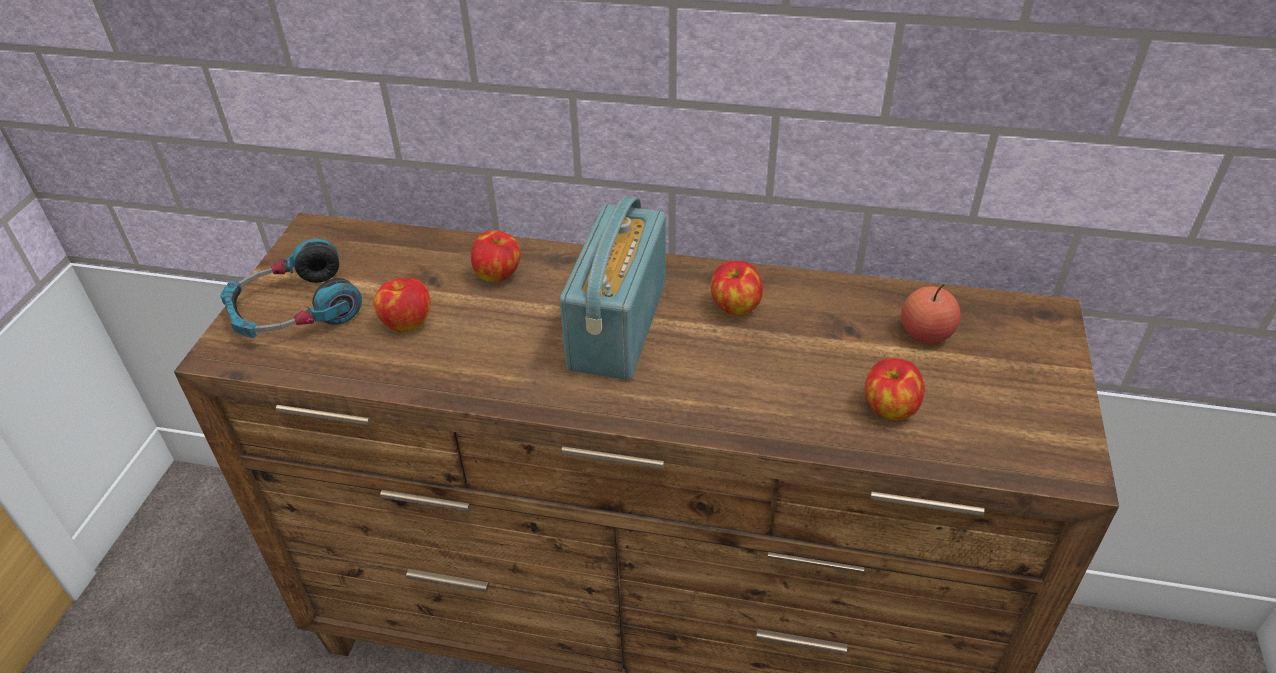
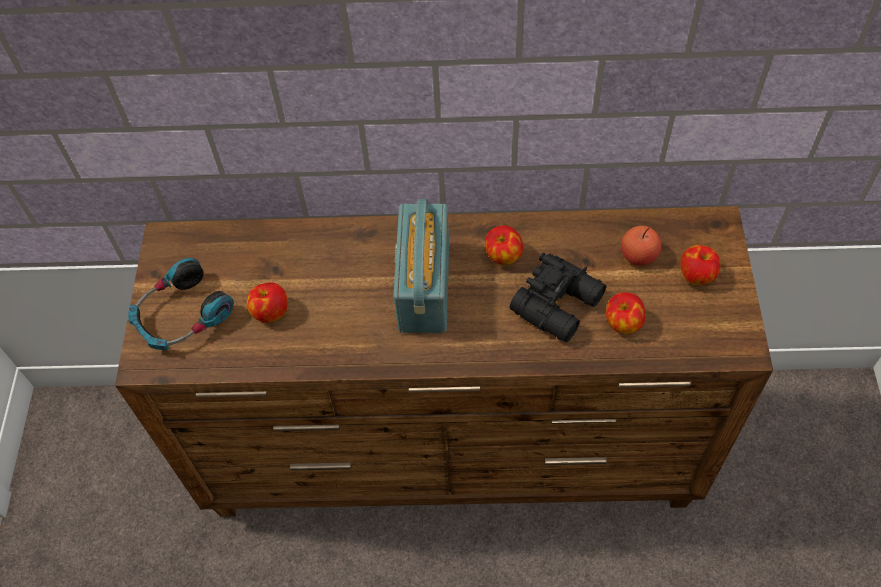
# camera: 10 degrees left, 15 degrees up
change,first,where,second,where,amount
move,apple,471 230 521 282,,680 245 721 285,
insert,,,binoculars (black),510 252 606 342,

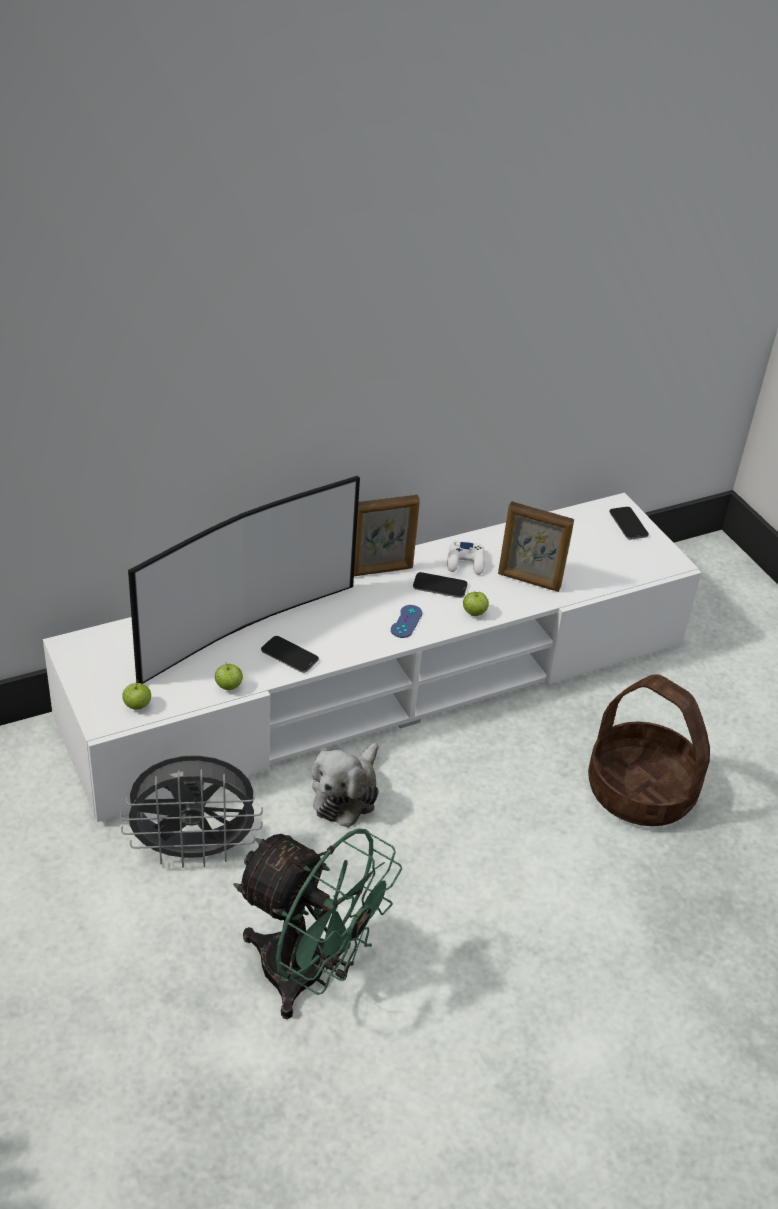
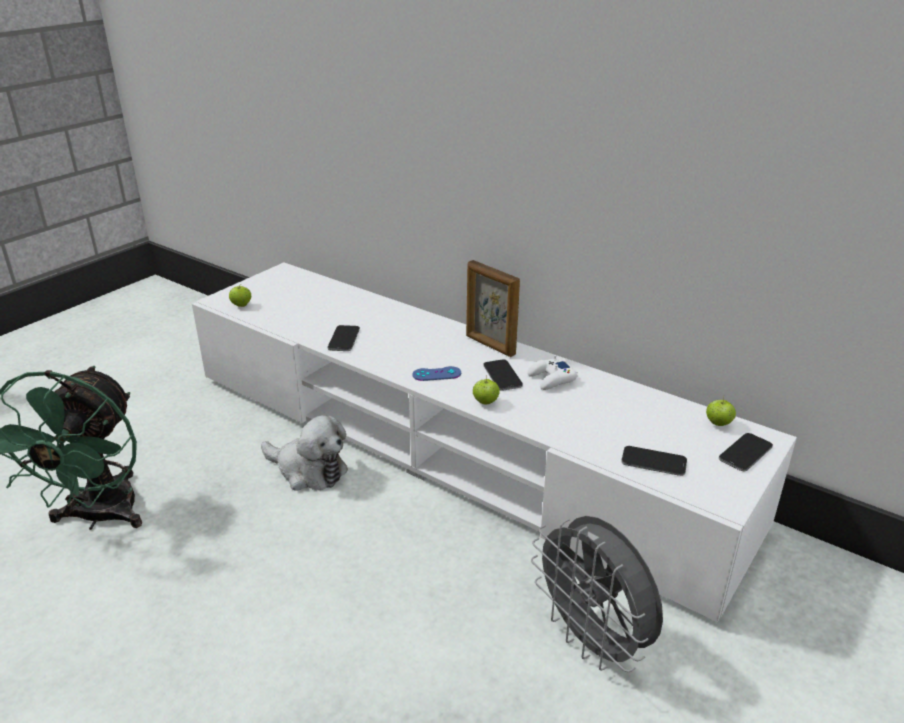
# camera: 65 degrees right, 10 degrees down
change,first,where,second,where,amount
move,fan (grey),120 755 263 868,,531 516 663 672,
delete,television,128 476 360 684,,,
move,apple,215 662 243 690,,706 397 736 426,
rotate,plush toy,312 743 379 828,,261 415 348 491,150 degrees counterclockwise
delete,picture frame,498 501 574 592,,,
delete,basket,588 674 710 826,,,
insert,,,phone,621 446 687 476,

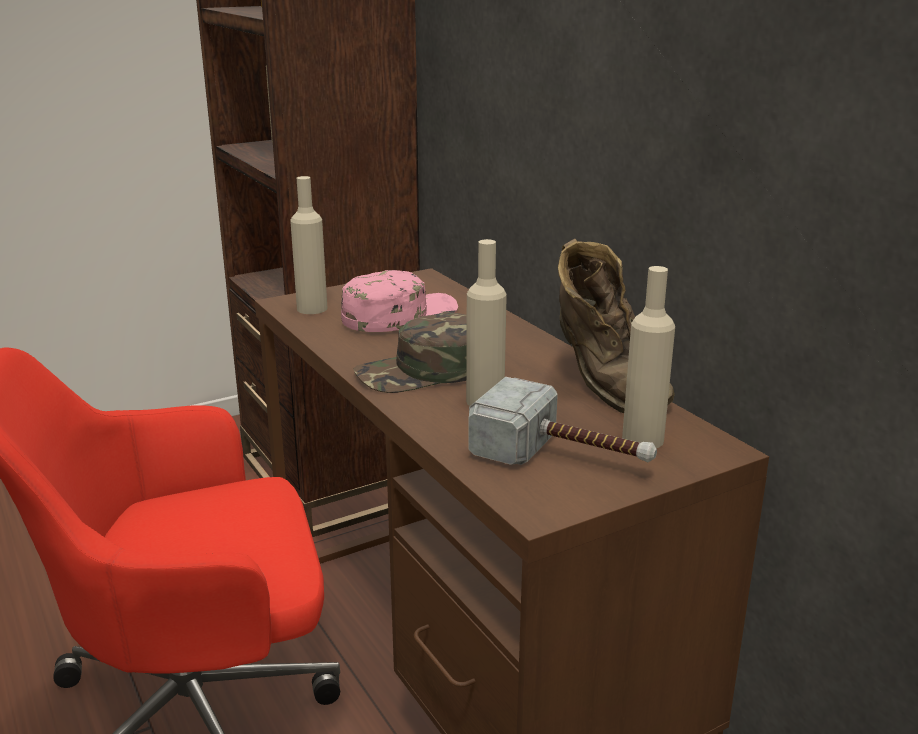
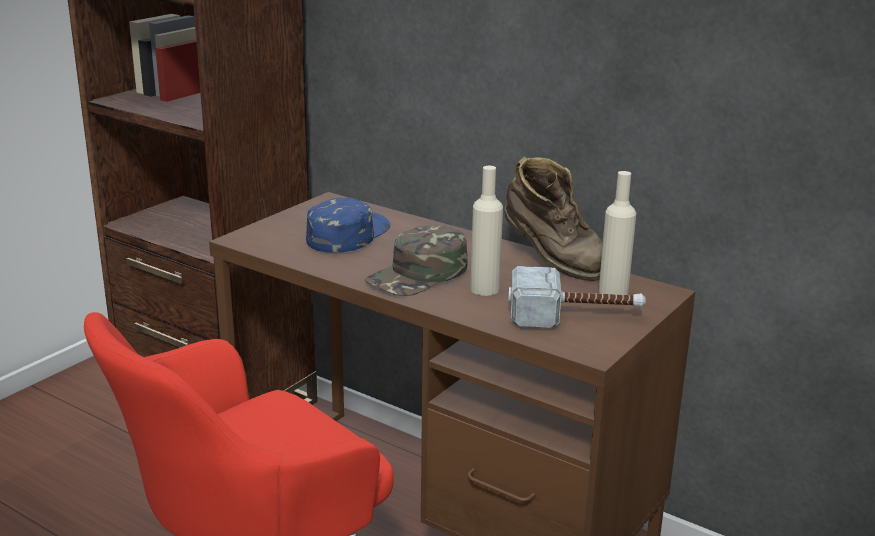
# camera: 25 degrees left, 0 degrees up
change,first,where,second,where,amount
delete,bottle (beige),290 176 327 314,,,
recolor,cap (pink),341 270 458 332,cap (blue),306 197 390 253,

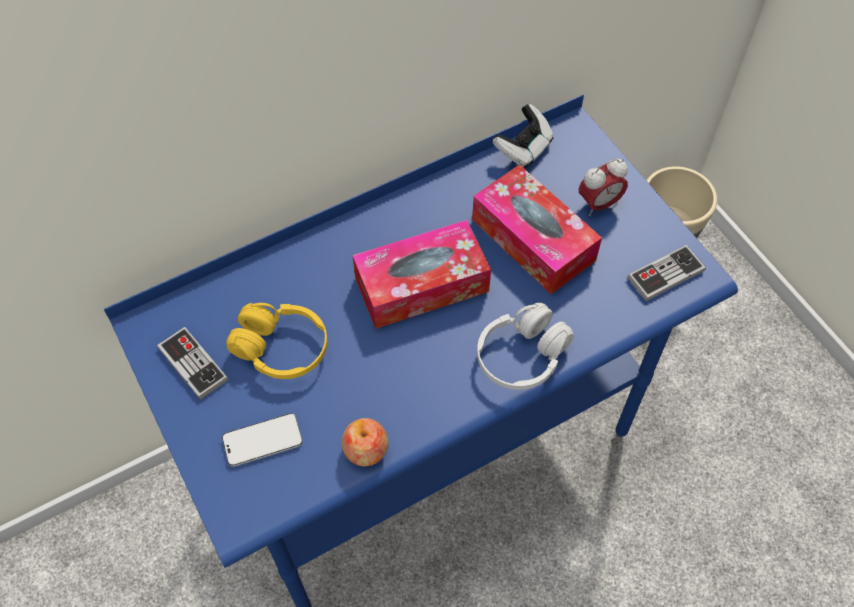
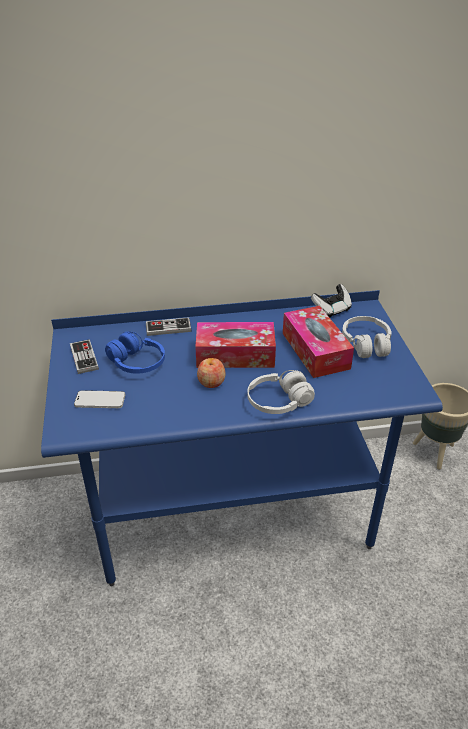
# camera: 20 degrees right, 20 degrees down
change,first,where,second,where,amount
recolor,headphones (yellow),226 303 327 379,headphones (blue),105 332 165 374,
move,apple,342 418 389 466,,197 358 226 388,
replace,alarm clock,579 158 628 216,headphones (white),342 316 392 358,
move,game controller,627 245 706 301,,146 317 191 336,

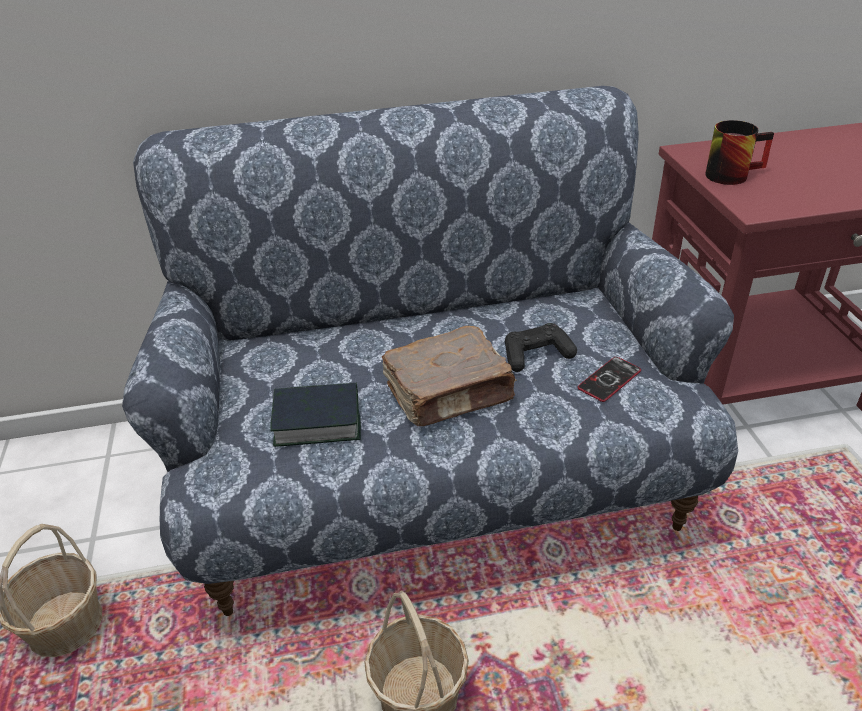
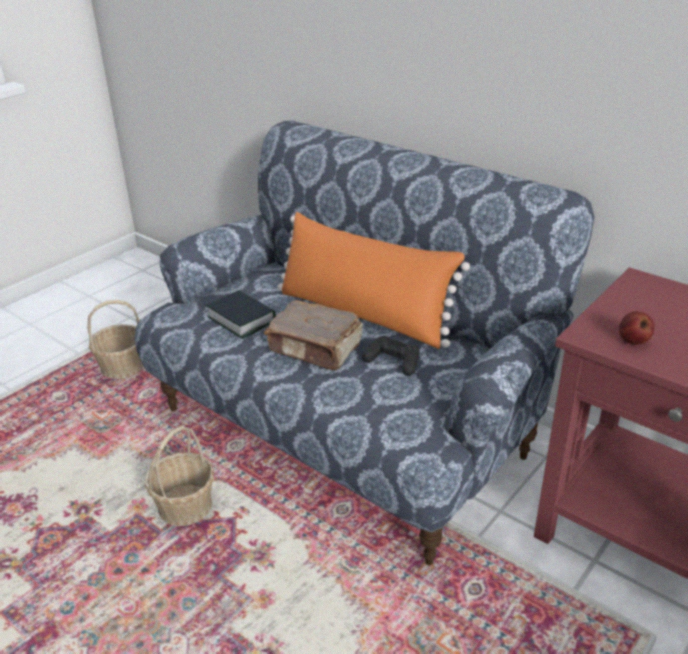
# camera: 50 degrees right, 5 degrees down
change,first,where,second,where,amount
delete,phone,578 357 641 402,,,
delete,mug,705 120 774 185,,,
insert,,,pillow (orange),278 212 470 349,
insert,,,apple,619 312 654 345,

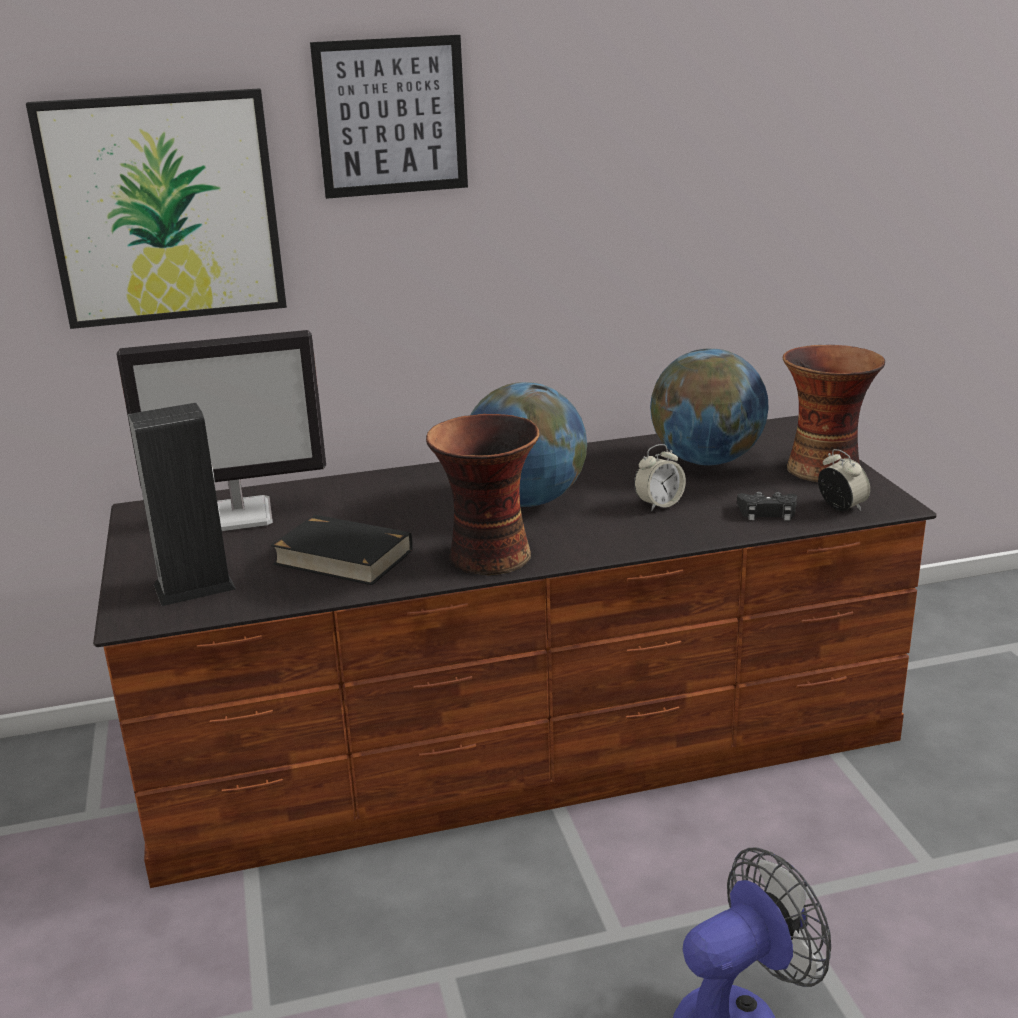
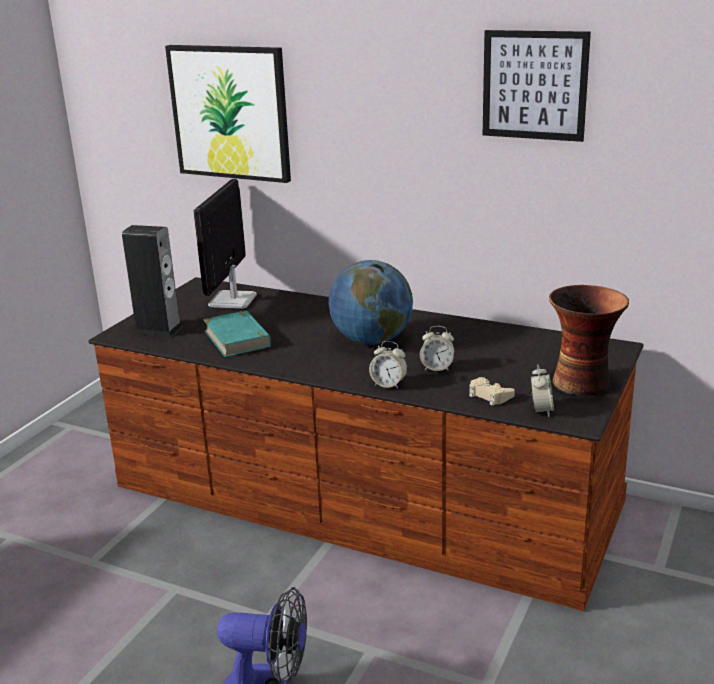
# camera: 40 degrees right, 0 degrees up
change,first,where,second,where,amount
rotate,monitor,116 330 326 531,,193 179 257 309,75 degrees clockwise
recolor,book (black),271 515 413 585,book (turquoise),203 310 271 357,
move,picture,310 35 468 199,,483 30 591 142,
delete,vase,426 414 539 575,,,
delete,globe,650 348 768 466,,,
recolor,game controller (black),737 492 797 521,game controller (beige),469 377 515 406,
insert,,,alarm clock,369 341 407 389,

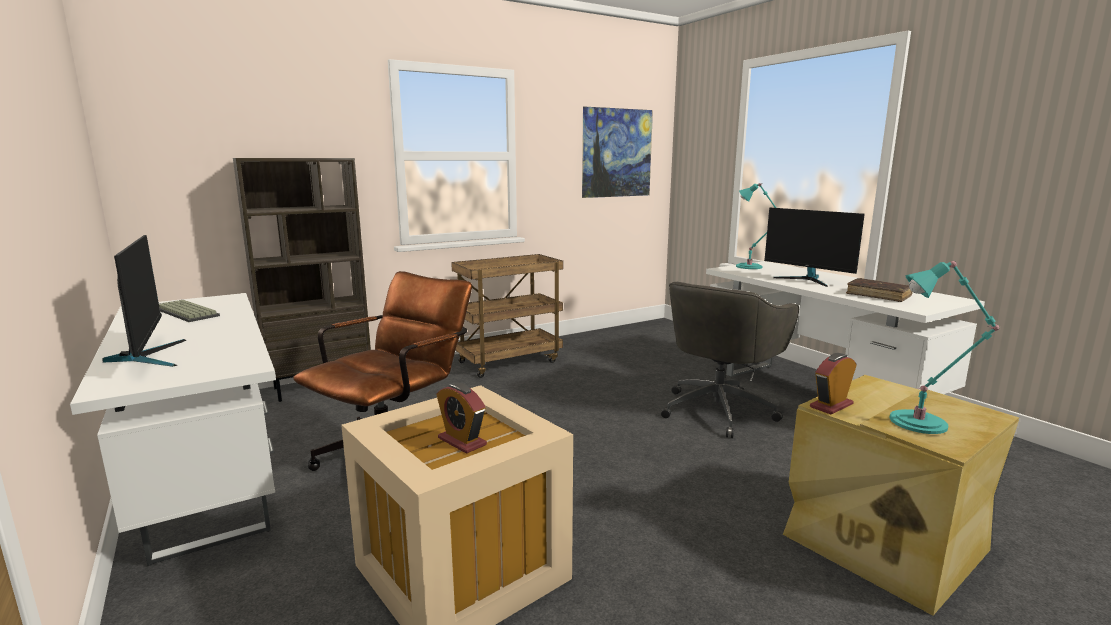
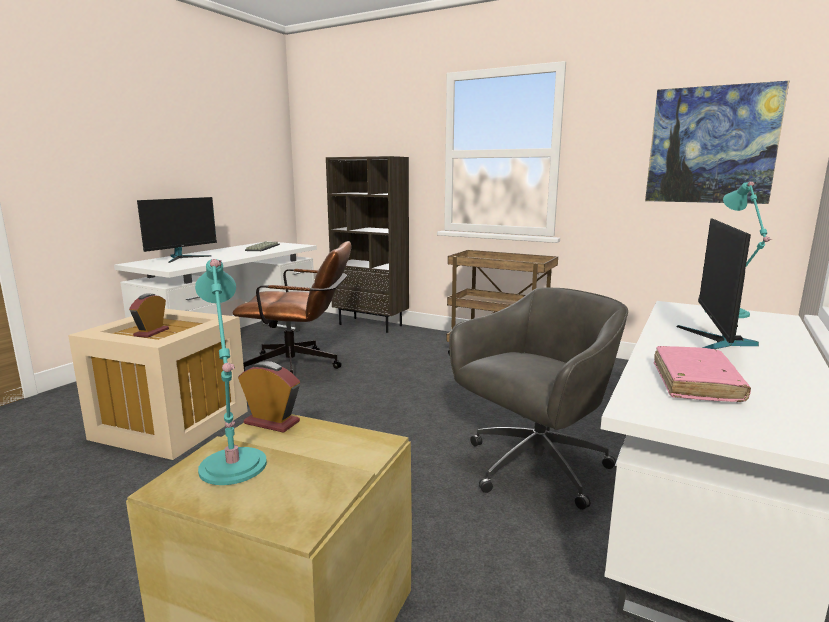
# camera: 60 degrees right, 0 degrees up
change,first,where,second,where,amount
rotate,office chair (grey),661 282 799 438,,449 287 628 510,135 degrees clockwise
recolor,book (brown),846 278 913 302,book (pink),654 346 751 402,

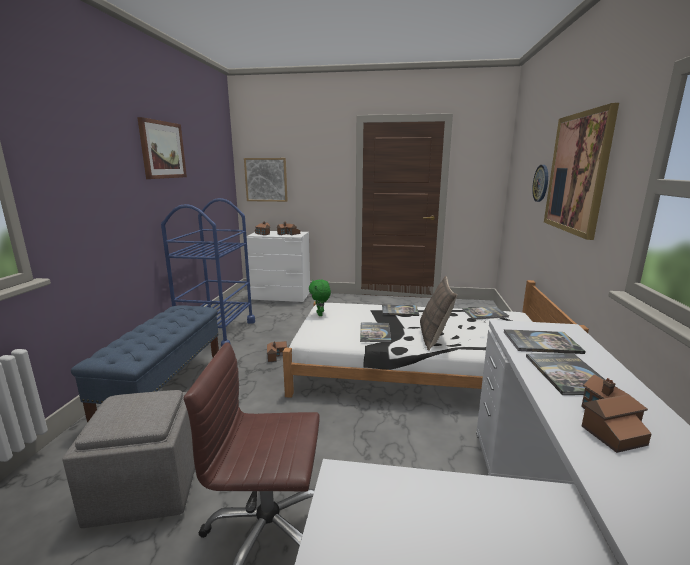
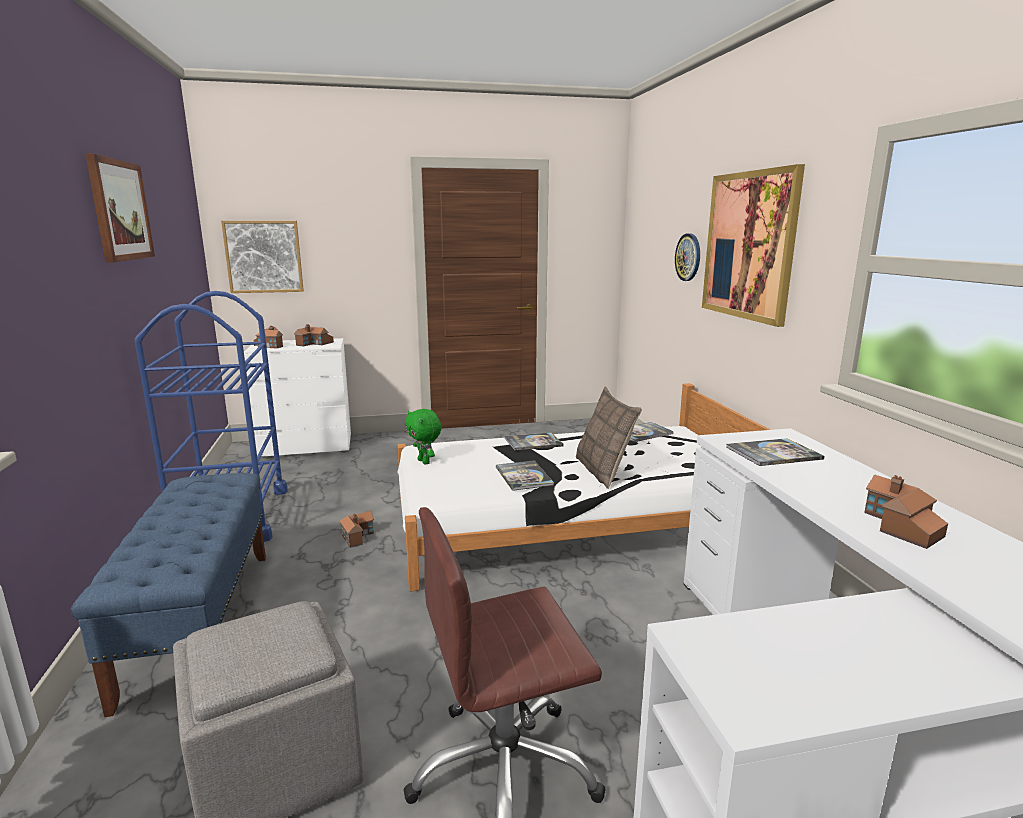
# camera: 20 degrees left, 0 degrees up
change,first,where,second,where,amount
delete,book,526 353 606 395,,,

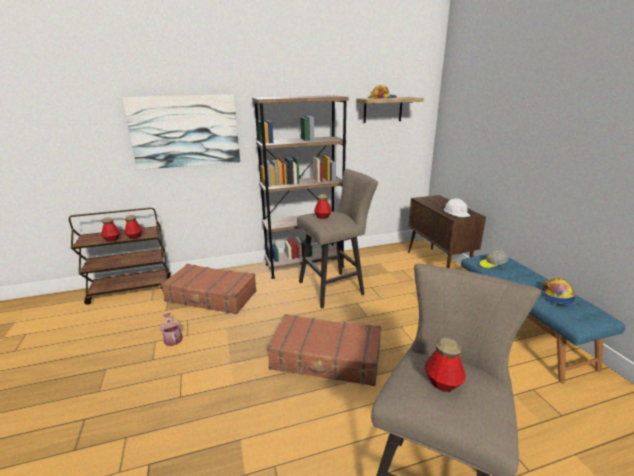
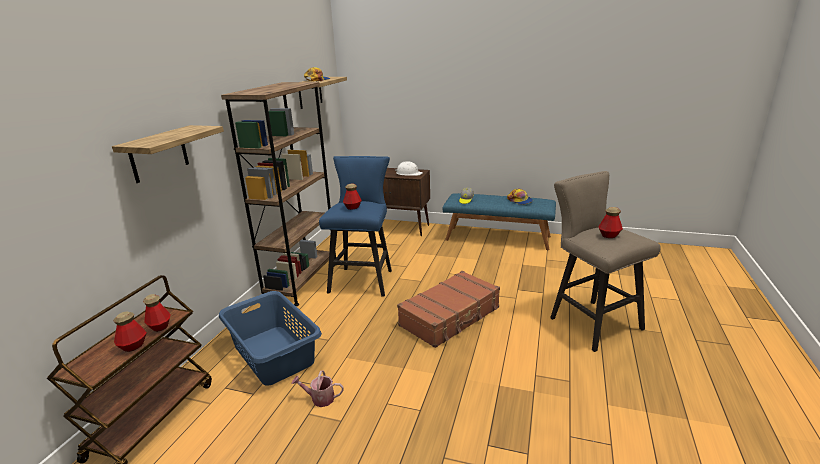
# camera: 55 degrees left, 0 degrees up
change,first,where,second,where,amount
replace,picture,122 94 240 170,shelf,112 125 224 183,
replace,suitcase (brown),161 264 257 314,laundry basket (blue),219 291 322 386,
recolor,stool (beige),297 169 378 308,stool (blue),319 156 392 297,

